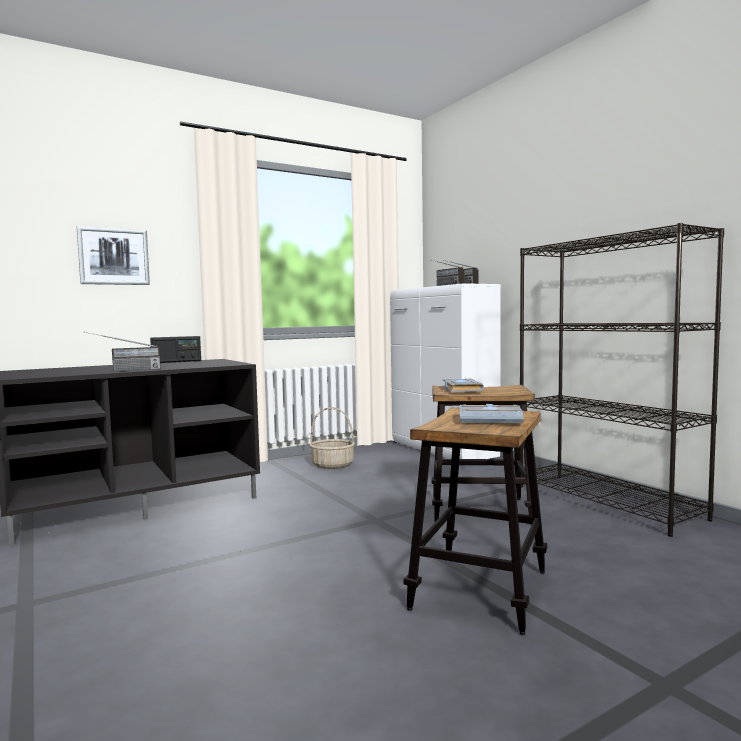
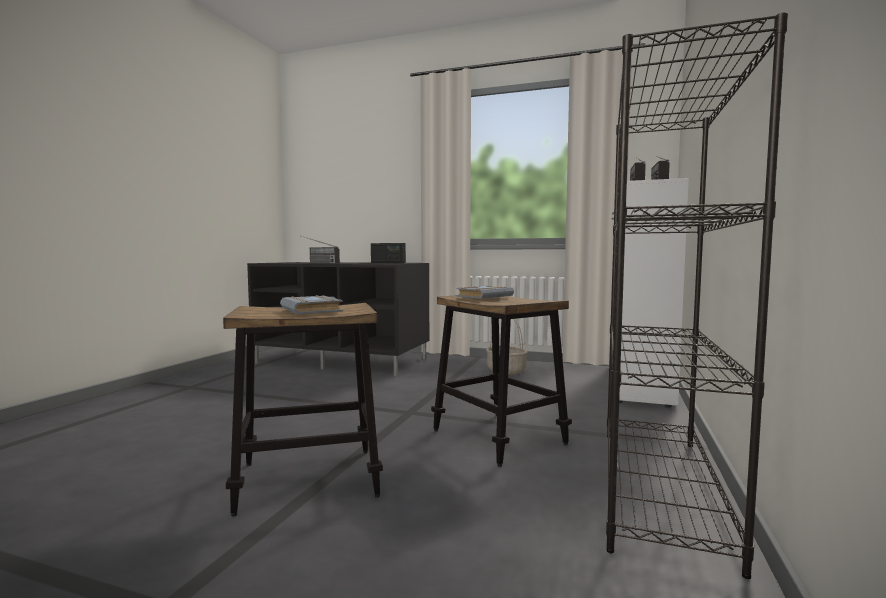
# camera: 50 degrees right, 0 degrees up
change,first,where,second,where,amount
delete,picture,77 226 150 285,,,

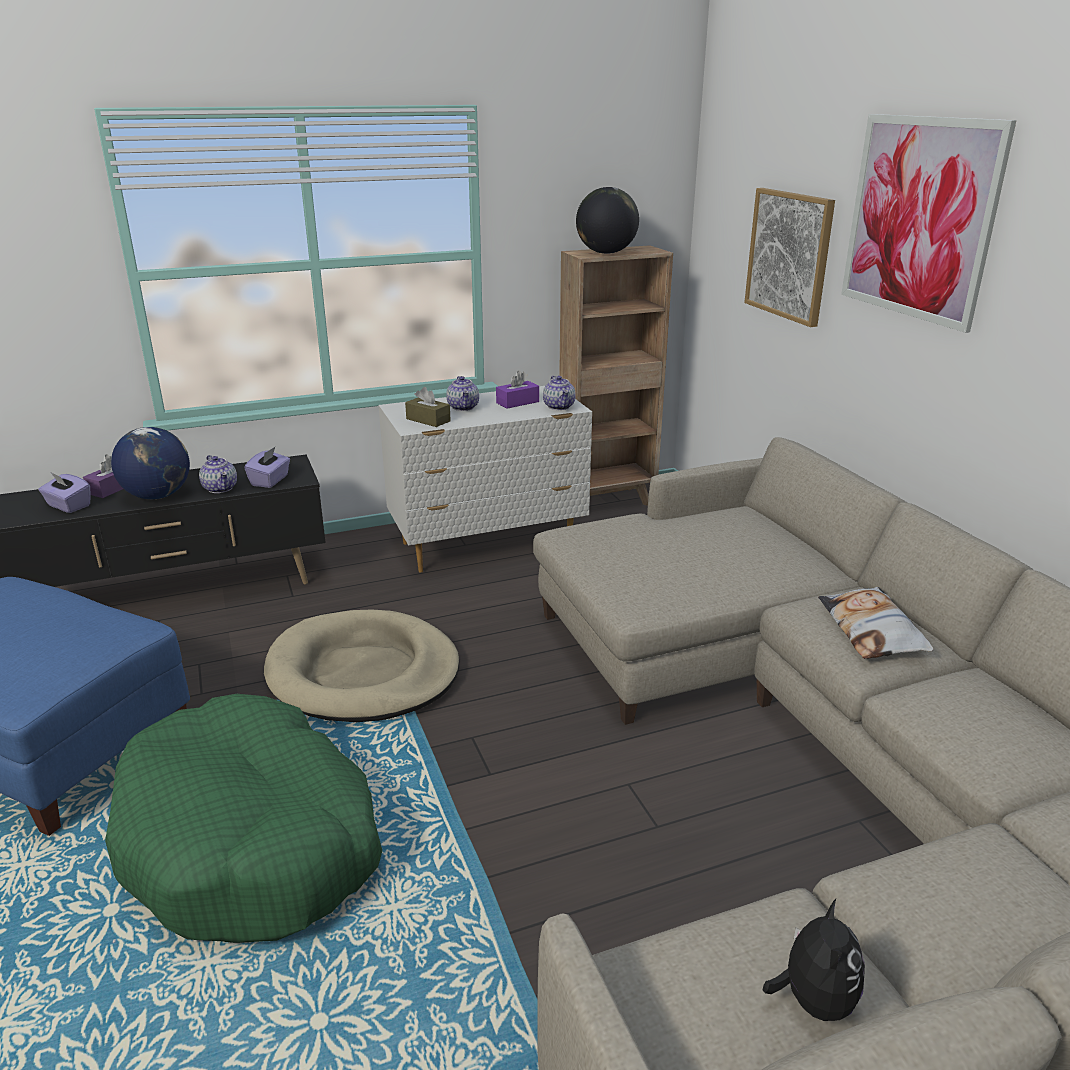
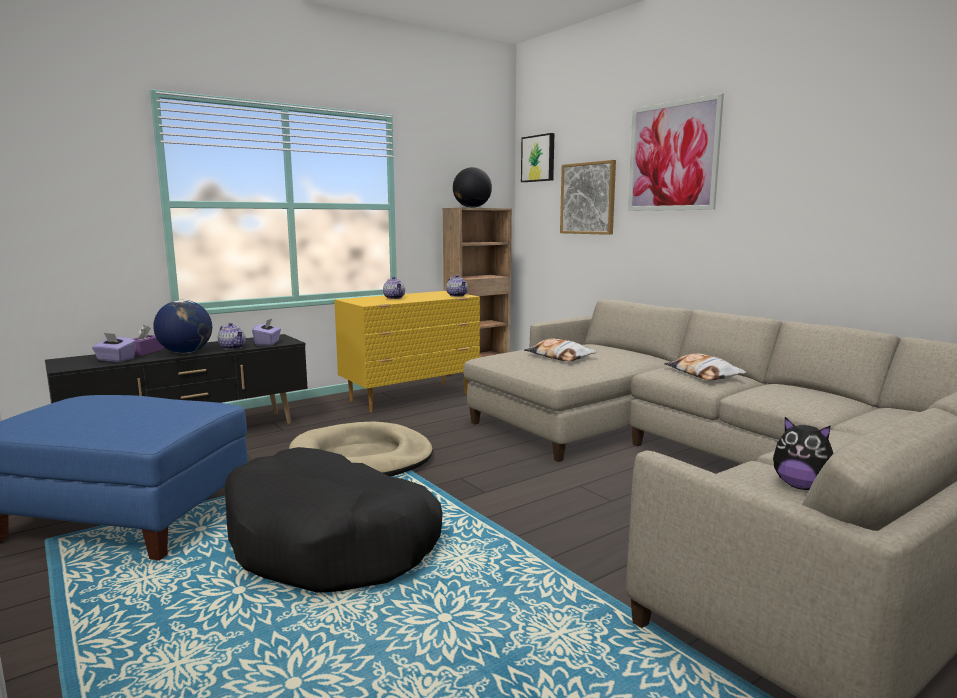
# camera: 15 degrees left, 15 degrees down
change,first,where,second,where,amount
recolor,dog bed (green),105 694 382 943,dog bed (black),224 447 442 592,
recolor,dresser (white),379 386 592 573,dresser (yellow),334 291 480 412,
delete,tissue box (brown),405 387 451 427,,,
delete,tissue box (purple),496 371 539 409,,,
rotate,plush toy,762 899 865 1021,,773 417 833 490,135 degrees clockwise
insert,,,picture,521 133 554 182,
insert,,,pillow,524 338 597 361,

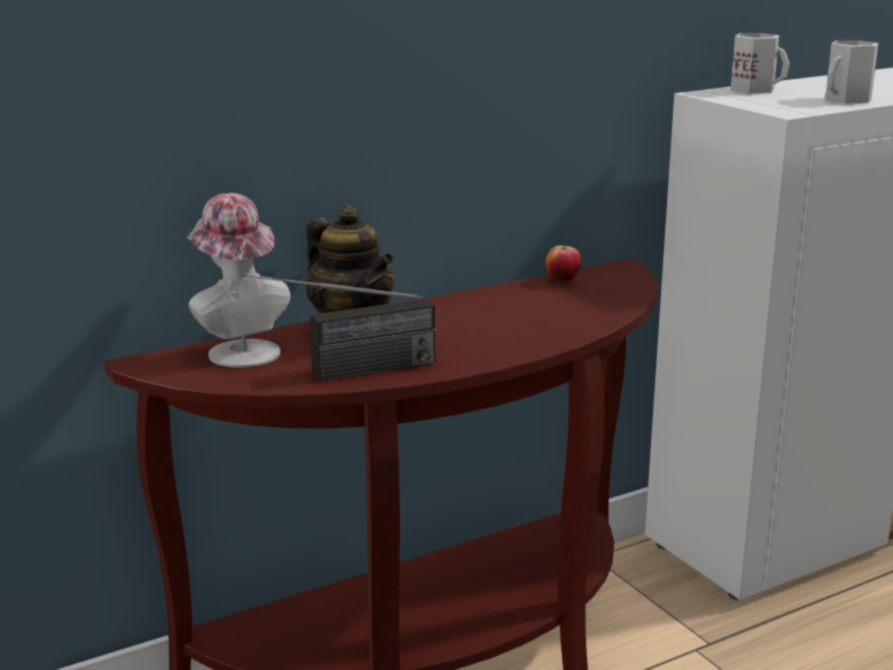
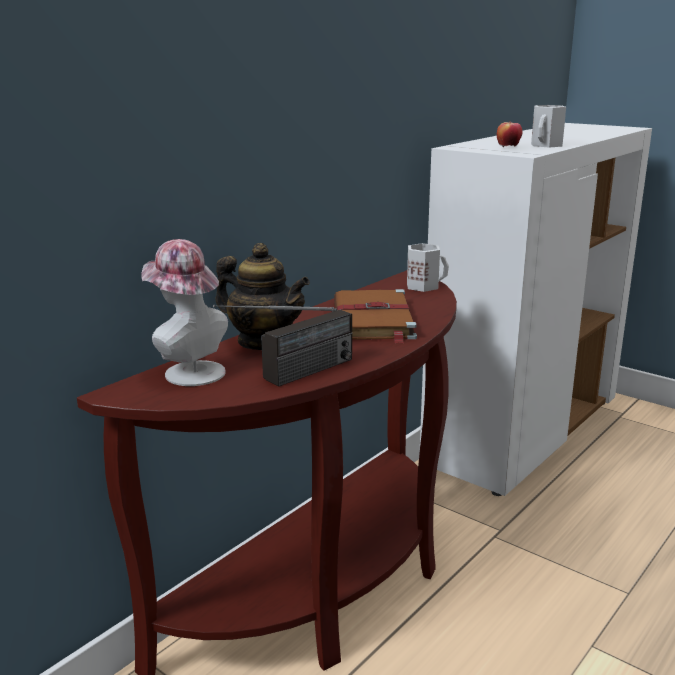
# camera: 20 degrees left, 0 degrees up
change,first,where,second,where,amount
move,apple,546 245 581 282,,497 121 522 147,
move,mug (white),731 33 790 94,,407 243 449 292,
insert,,,book (brown),334 289 417 343,

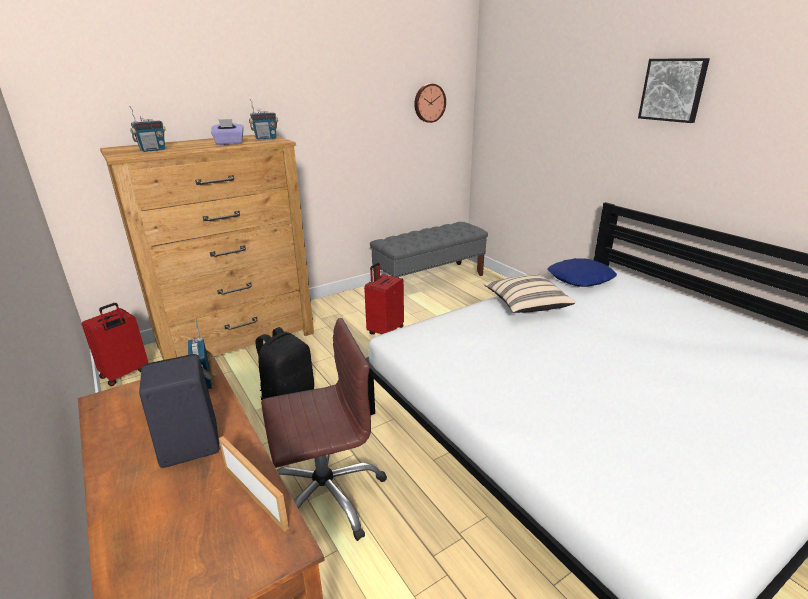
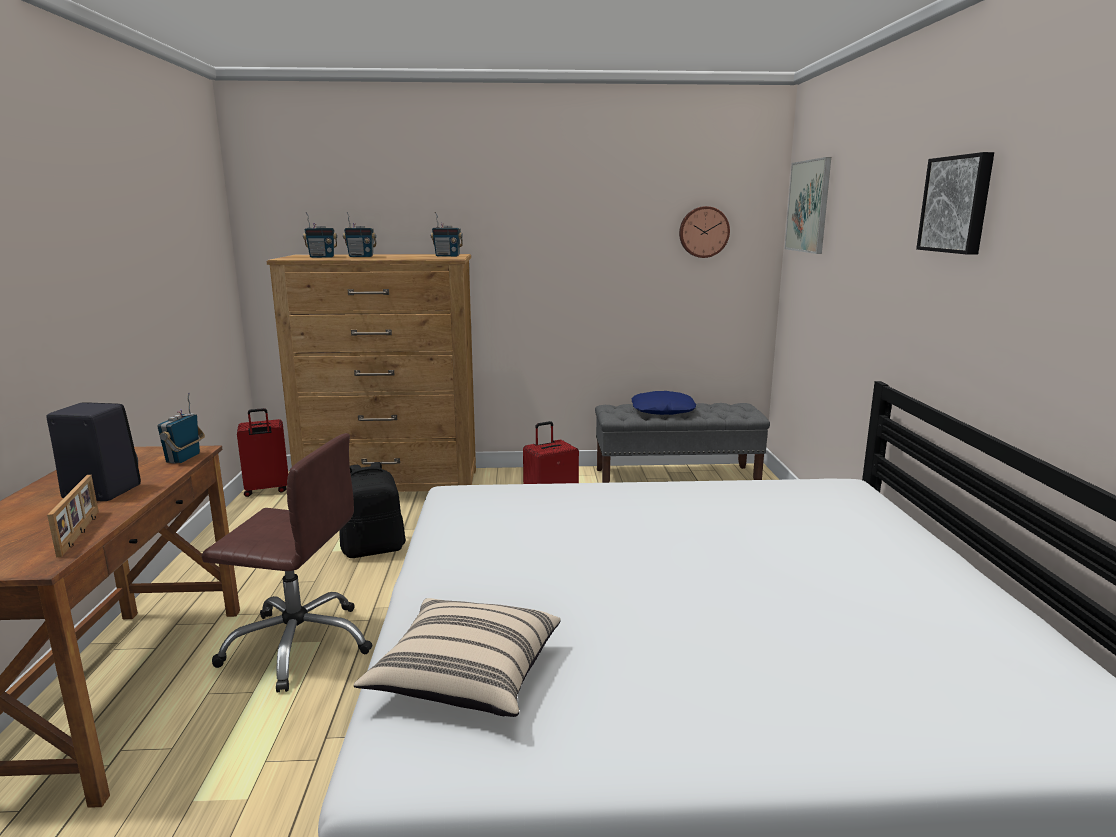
# camera: 30 degrees right, 10 degrees down
change,first,where,second,where,amount
delete,tissue box (purple),211 119 244 145,,,
move,pillow (beige),484 274 575 313,,354 598 560 717,
move,pillow (blue),547 258 617 287,,632 391 696 415,
insert,,,radio,343 212 377 257,
insert,,,picture,785 157 831 254,

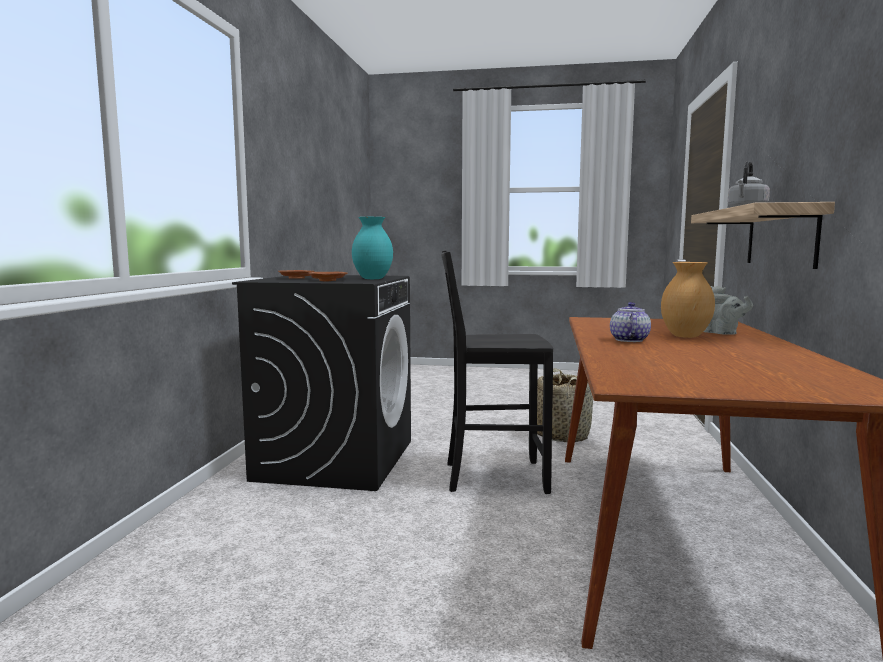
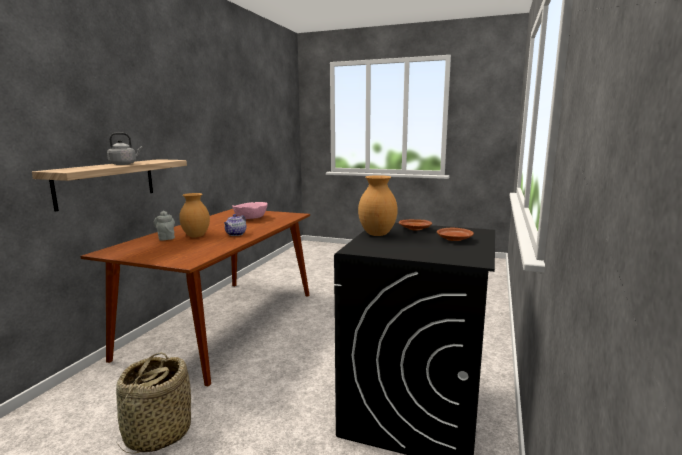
# camera: 170 degrees left, 5 degrees up
change,first,where,second,where,amount
recolor,vase (turquoise),352 217 393 279,vase (brown),358 175 398 236,
delete,chair (black),441 251 553 494,,,
insert,,,bowl (pink),232 202 268 219,

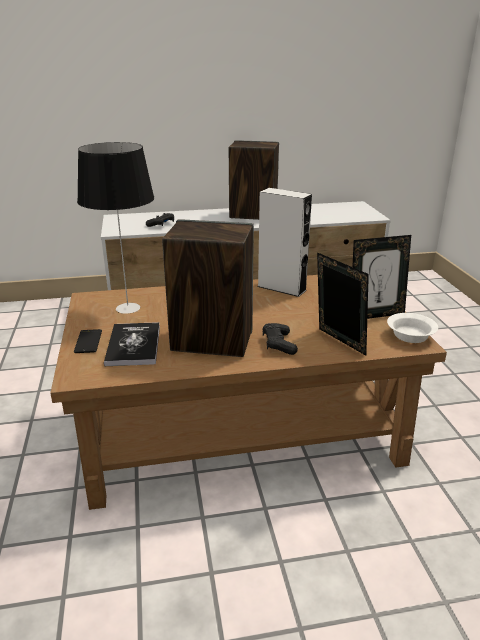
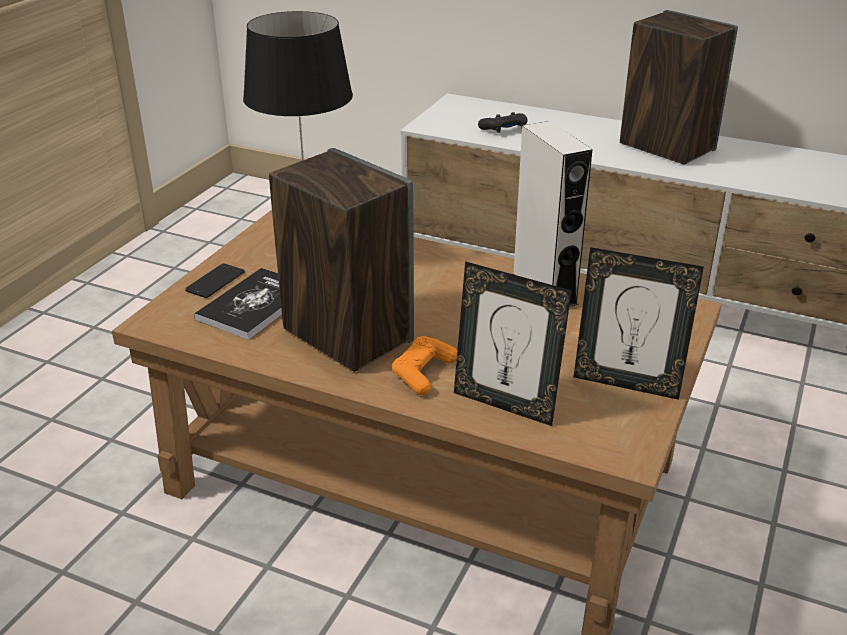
# camera: 35 degrees right, 5 degrees up
change,first,where,second,where,amount
recolor,game controller (black),262 323 298 355,game controller (orange),392 336 457 395,
rotate,picture frame,317 252 369 355,,454 261 572 426,120 degrees clockwise
delete,bowl (white),387 313 438 343,,,

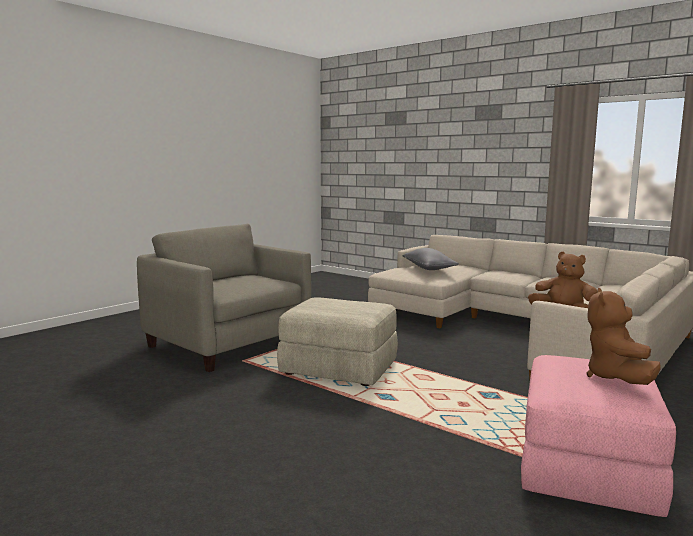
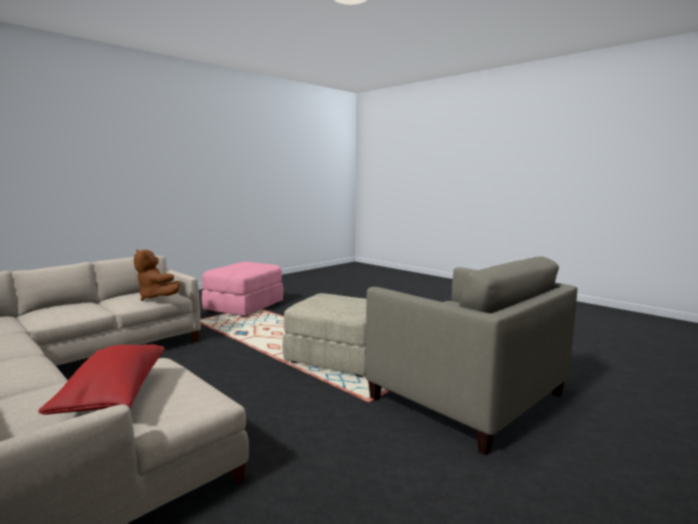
# camera: 175 degrees left, 0 degrees up
change,first,where,second,where,amount
recolor,pillow (grey),403 248 459 270,pillow (red),38 344 164 415,
delete,plush toy (brown),587 288 661 385,,,

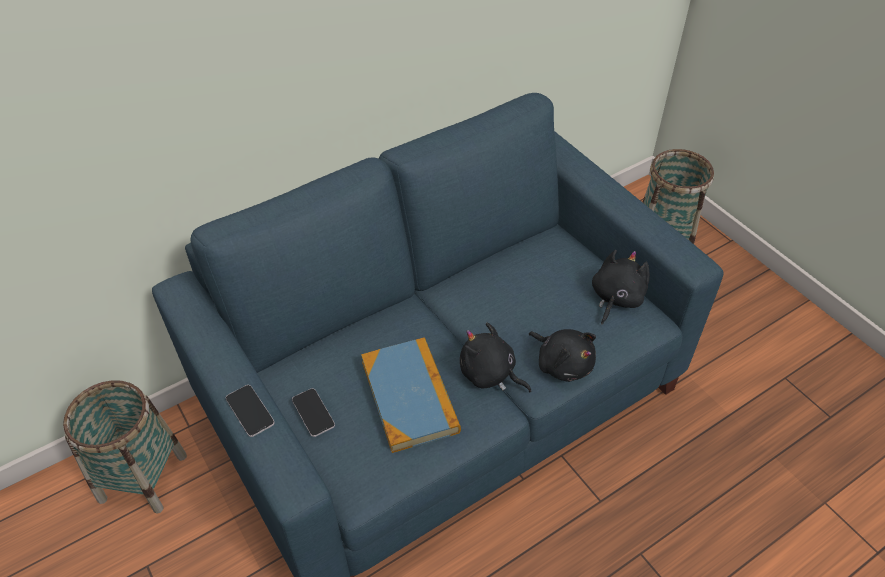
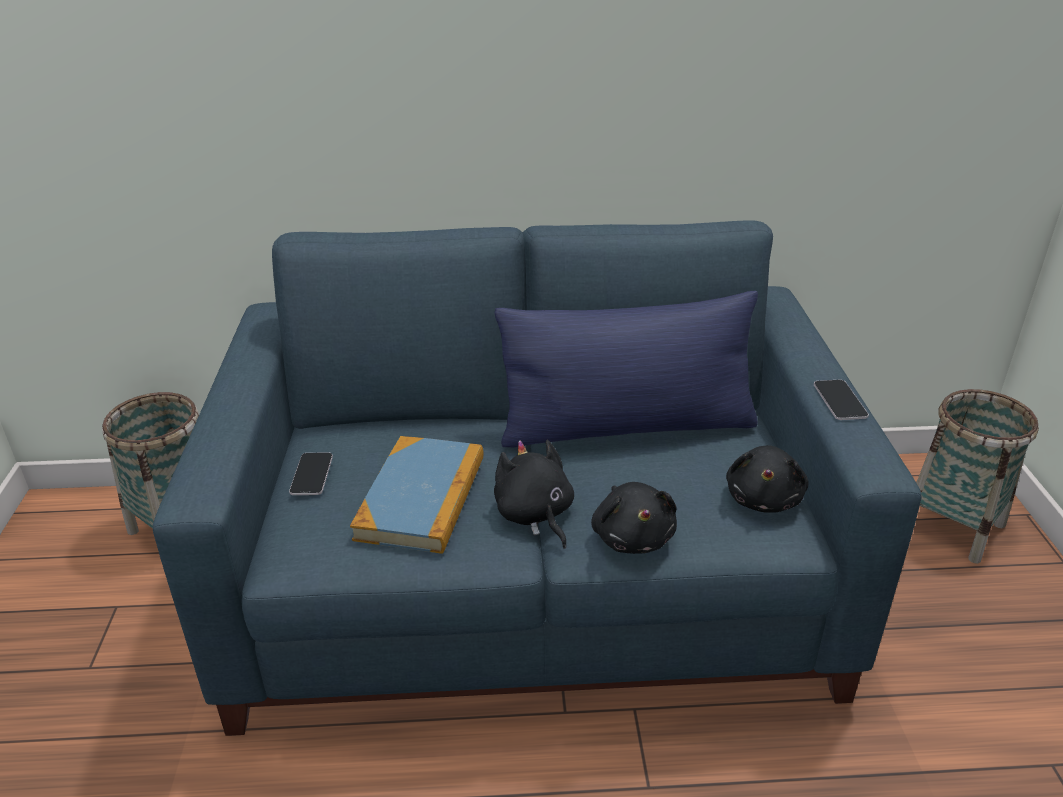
# camera: 30 degrees right, 15 degrees down
change,first,where,second,where,amount
move,phone,226 385 274 437,,814 380 869 420,
rotate,plush toy (black),592 250 650 325,,726 446 808 513,135 degrees clockwise
insert,,,pillow (blue),494 291 758 447,

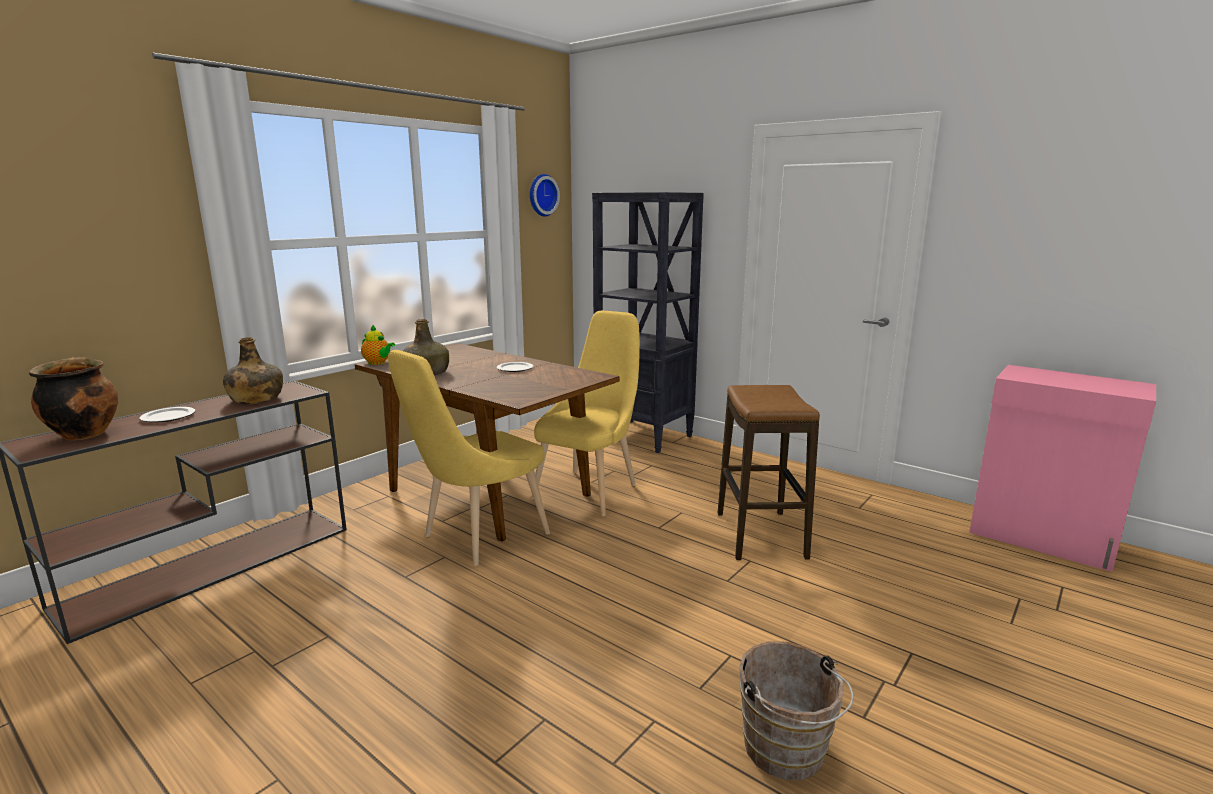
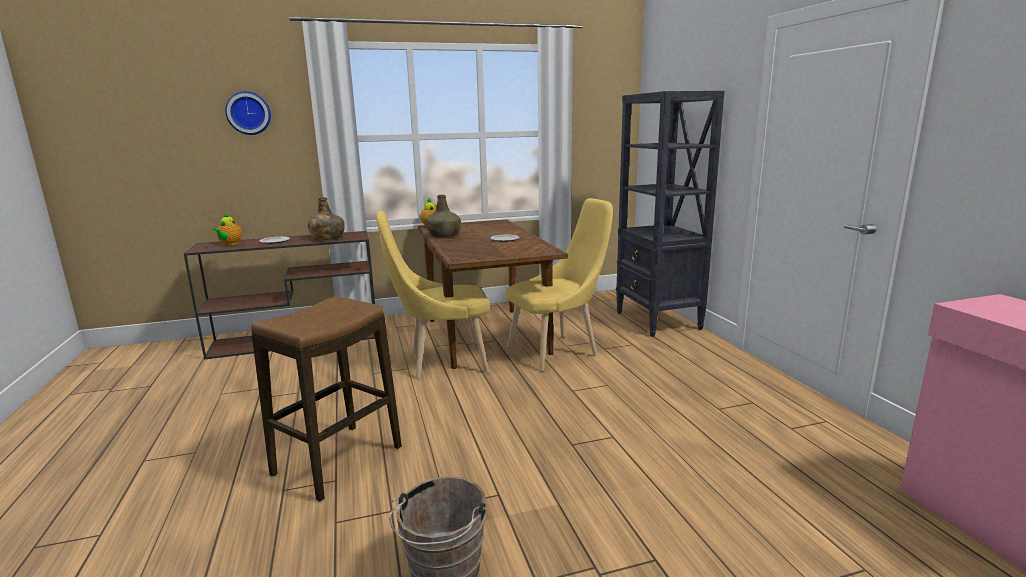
# camera: 35 degrees right, 0 degrees up
change,first,where,second,where,amount
replace,cooking pot,29 357 118 440,teapot,213 212 242 245,
move,wall clock,530 174 560 216,,225 91 271 135,
move,stool,718 385 820 560,,251 296 402 502,

